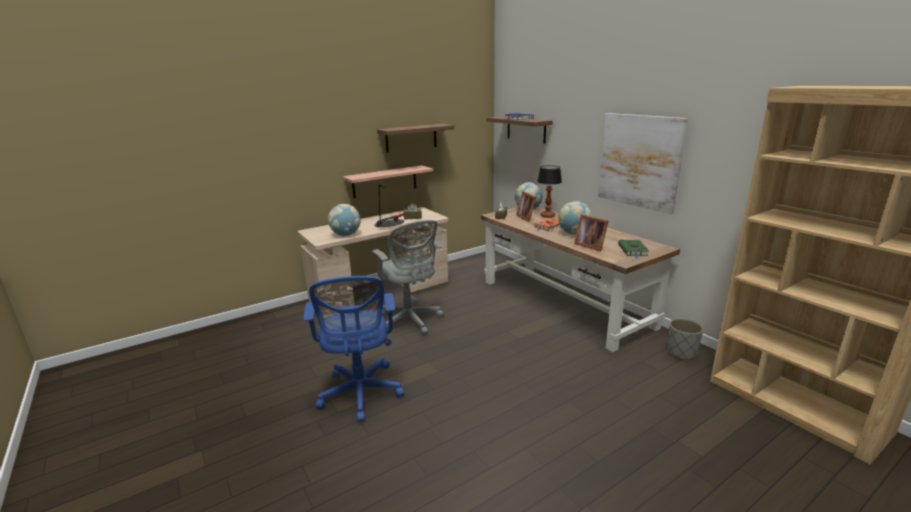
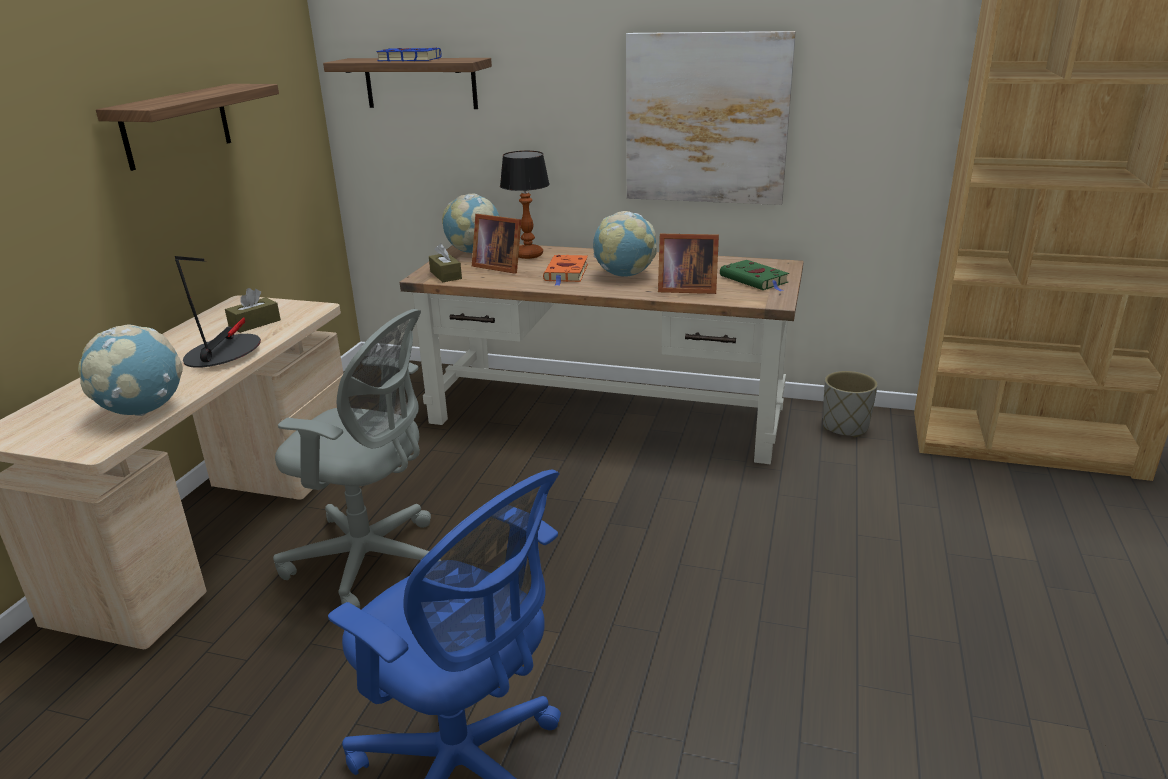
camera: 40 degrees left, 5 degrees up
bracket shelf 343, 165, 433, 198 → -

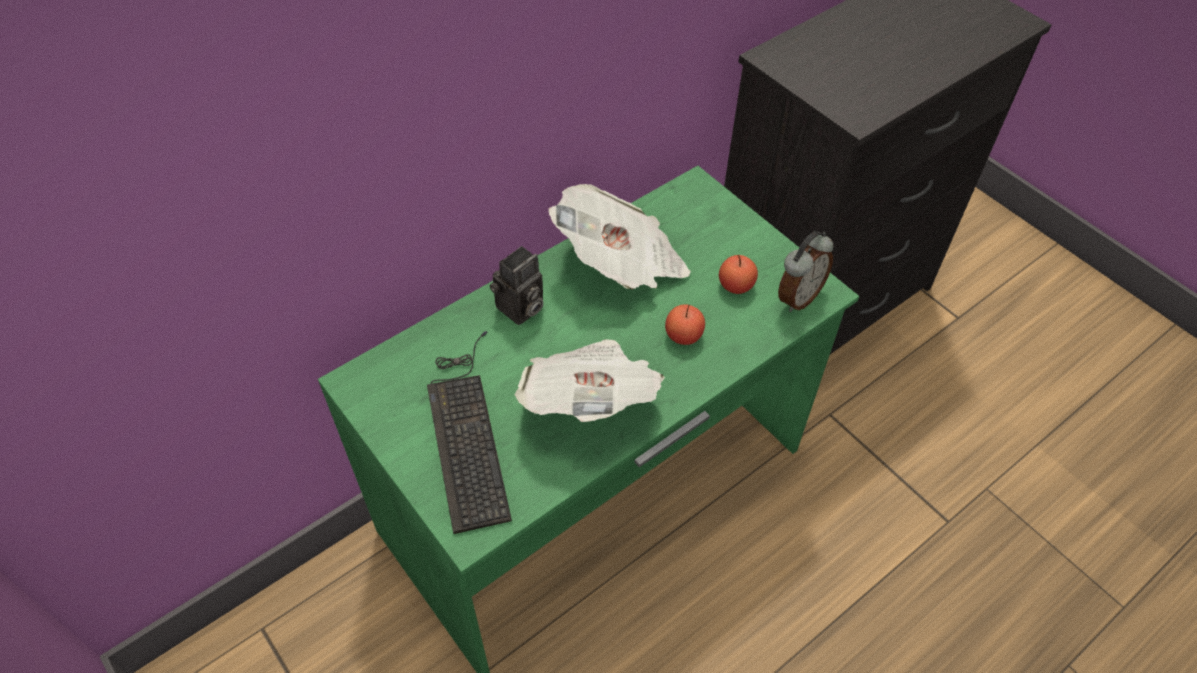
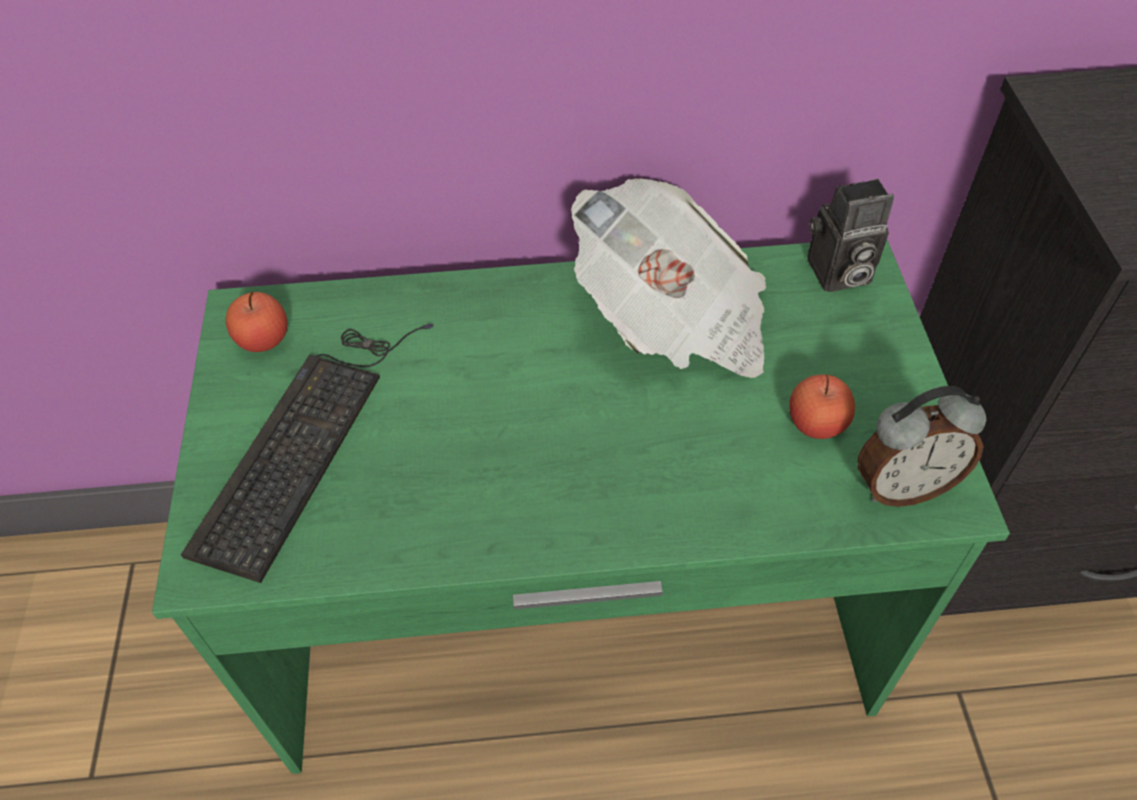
camera: 35 degrees right, 0 degrees up
photo camera 490, 246, 543, 325 → photo camera 808, 179, 894, 292, move
daily paper 515, 339, 664, 422 → -
whole apple 665, 304, 705, 345 → whole apple 226, 291, 288, 352, move

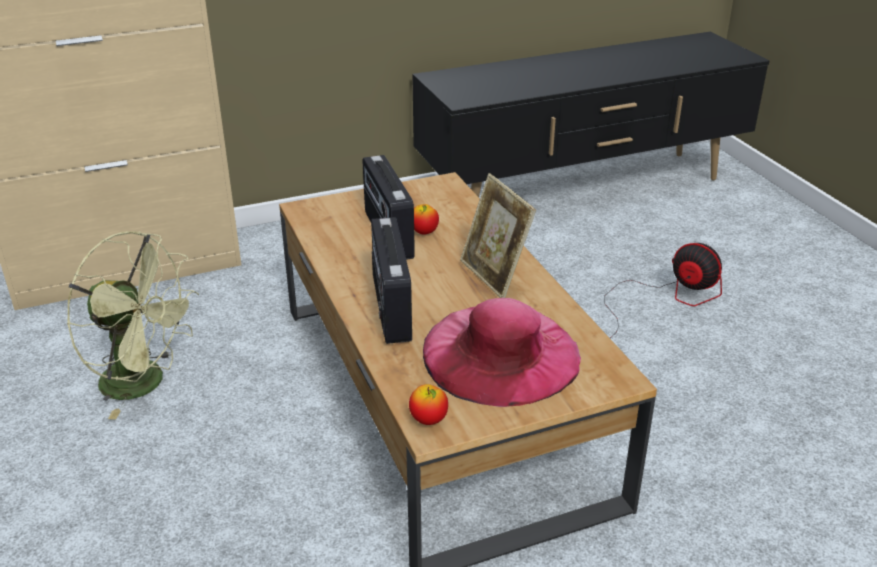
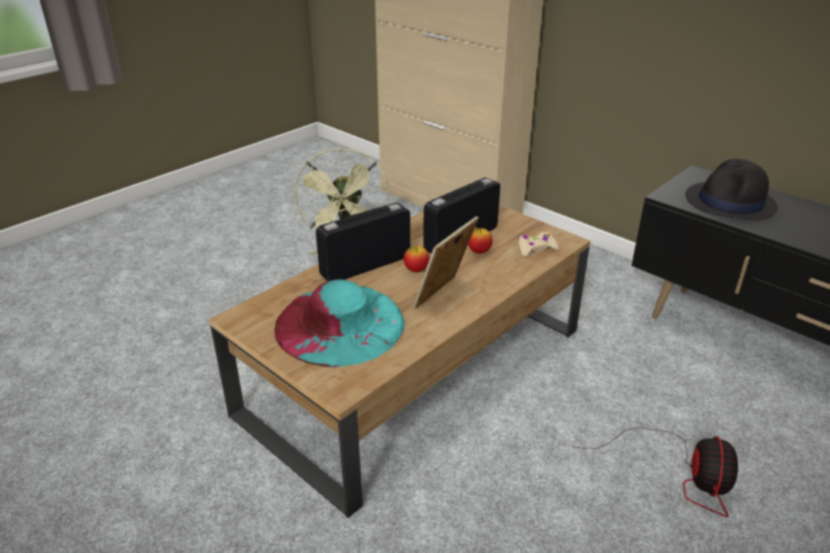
camera: 65 degrees right, 0 degrees up
whole apple 409, 384, 448, 425 → whole apple 404, 246, 430, 272, move
pink wearable hat 423, 298, 581, 407 → turquoise-coloured wearable hat 274, 279, 405, 367
- → beige gamepad 518, 232, 559, 257
- → black wearable hat 686, 159, 778, 220

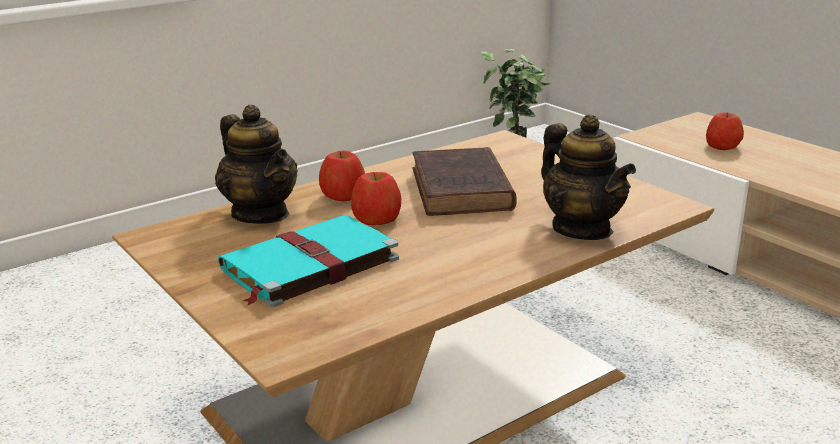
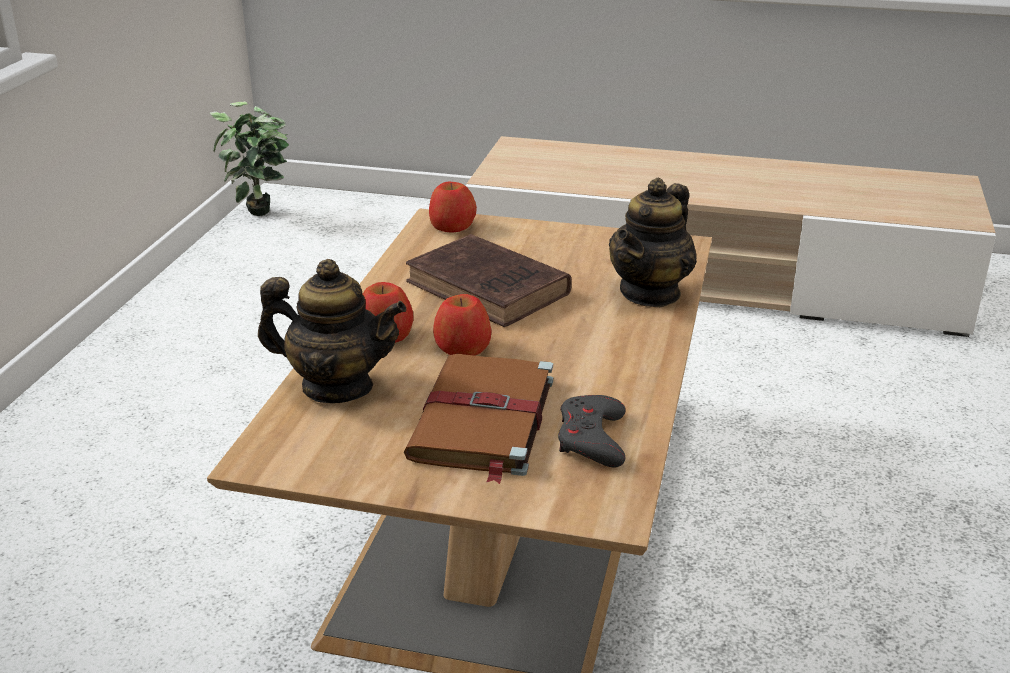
camera: 40 degrees left, 5 degrees up
turquoise-coloured bound book 218, 215, 399, 307 → brown-coloured bound book 404, 354, 553, 484
teapot 541, 115, 636, 240 → teapot 609, 178, 697, 307, 105 degrees clockwise
whole apple 706, 112, 744, 150 → whole apple 429, 182, 477, 233, move
- → gray gamepad 558, 395, 626, 468

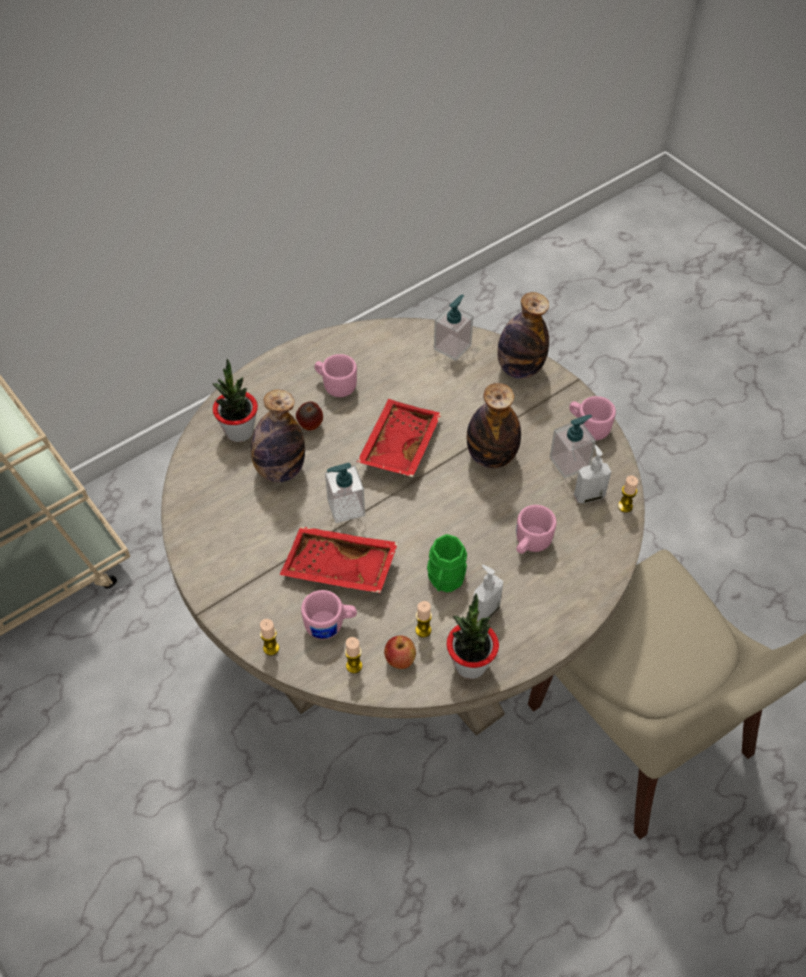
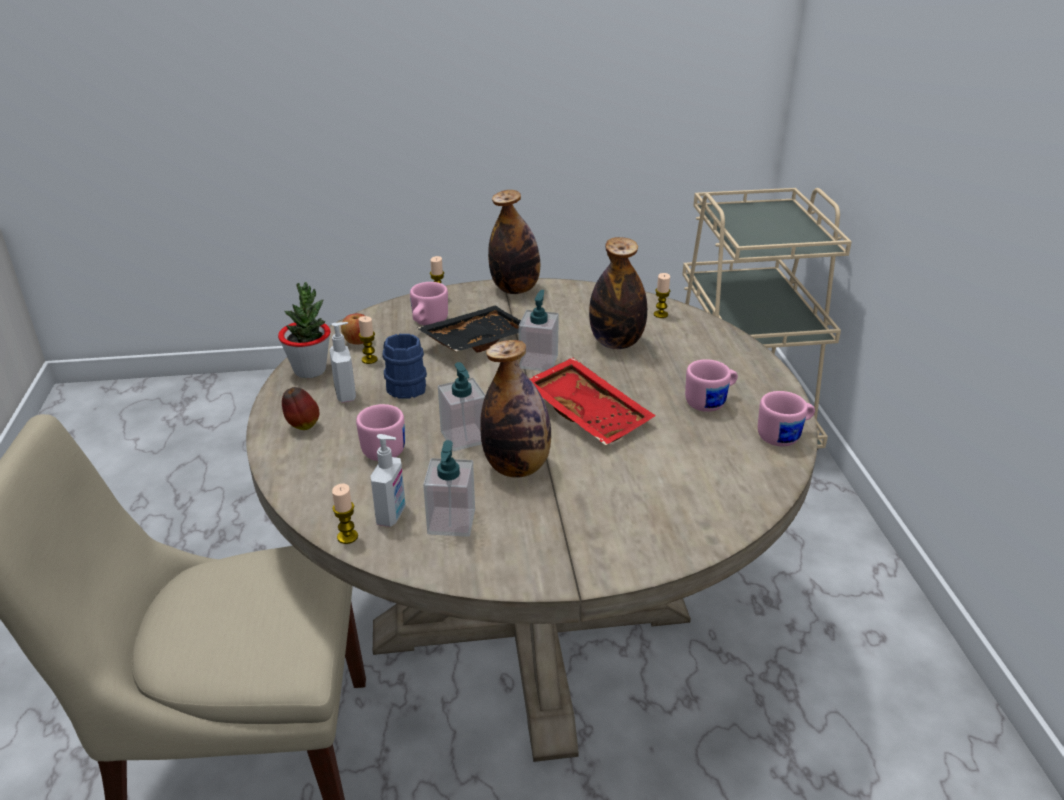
camera: 120 degrees right, 20 degrees down
potted plant 212, 359, 258, 442 → -
reddish carrying tray 279, 526, 399, 593 → black carrying tray 417, 306, 521, 352
whole apple 296, 401, 323, 431 → whole apple 282, 387, 319, 430, move
wax candle 345, 637, 362, 673 → wax candle 654, 273, 670, 318, move
green-coloured coffee mug 427, 534, 467, 593 → blue-coloured coffee mug 382, 334, 427, 398
soap bottle 434, 294, 473, 361 → soap bottle 438, 362, 485, 451, move
drink bottle 497, 292, 549, 379 → drink bottle 488, 190, 540, 294, move
pink coffee mug 569, 396, 616, 440 → pink coffee mug 758, 391, 815, 446, move

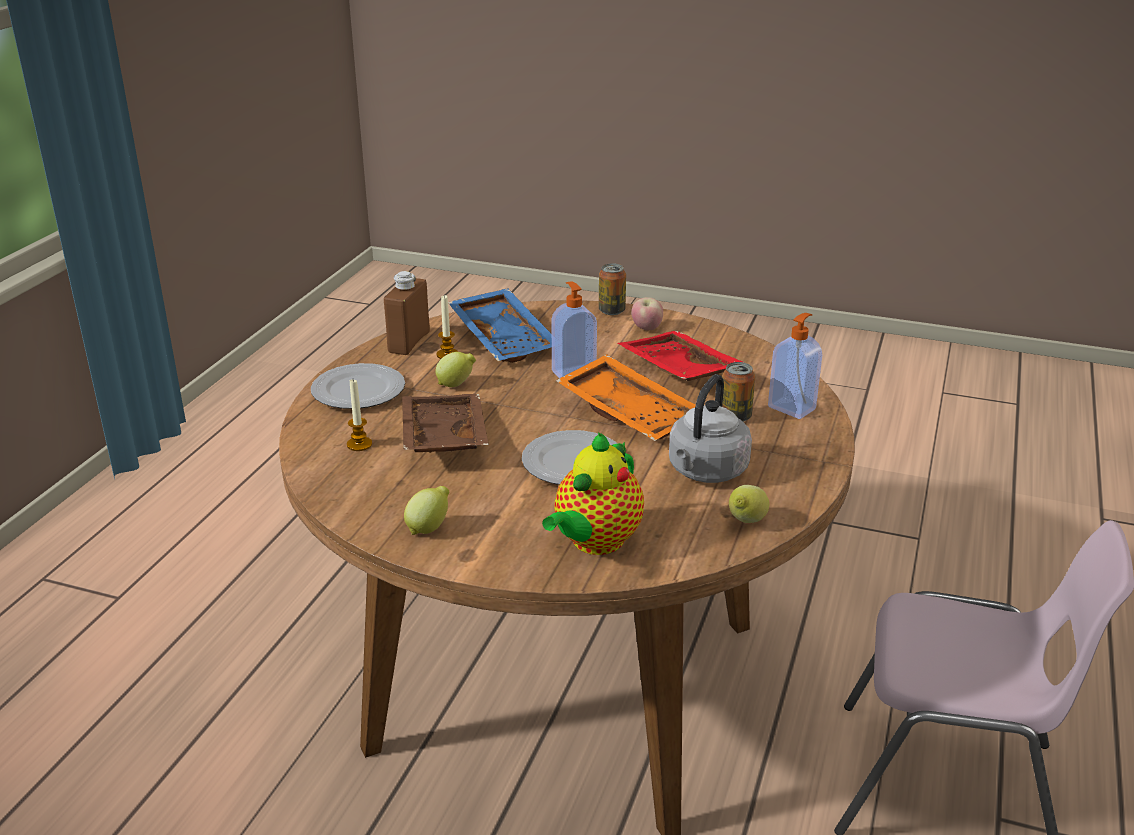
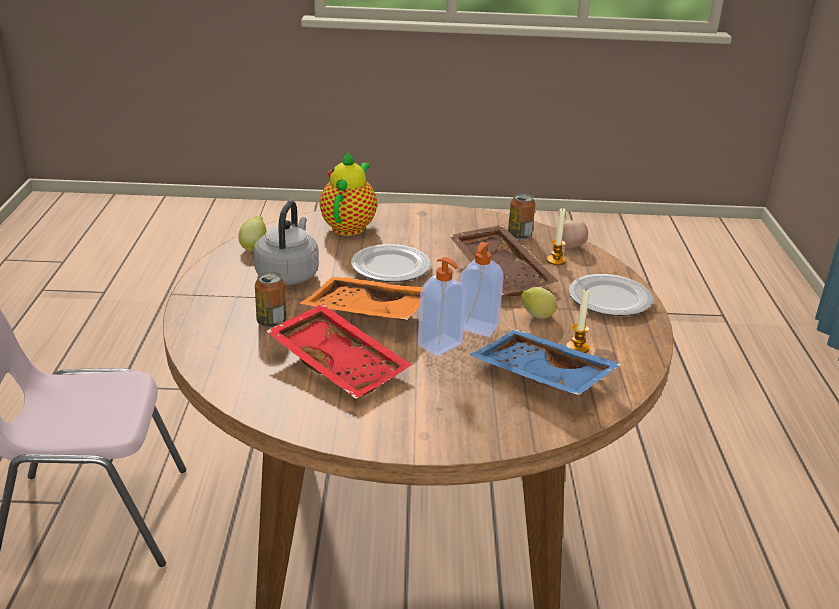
camera: 160 degrees right, 0 degrees up
brown-coloured drink bottle 384, 271, 430, 355 → -
lemon 404, 486, 449, 535 → -
metal can 599, 263, 626, 315 → metal can 508, 193, 535, 240, move
whole apple 631, 297, 663, 331 → whole apple 562, 220, 588, 248, move
soap bottle 768, 313, 822, 419 → soap bottle 459, 242, 504, 337, move

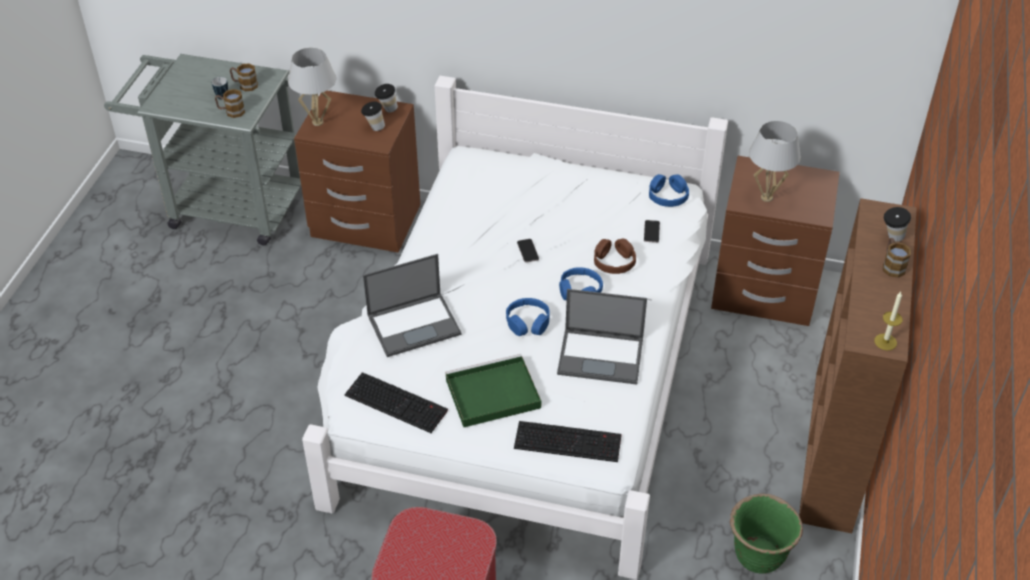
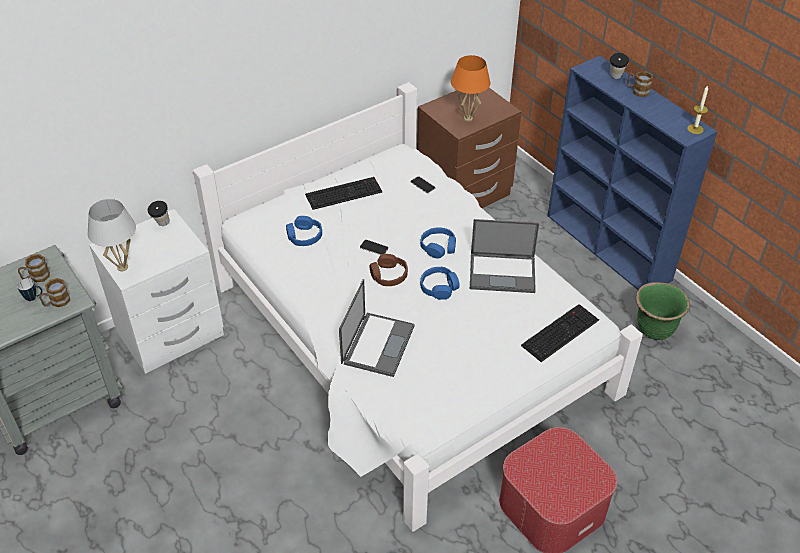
camera: 50 degrees left, 0 degrees up
brown-coloured nightstand 294, 91, 421, 253 → whitish nightstand 89, 209, 224, 374
keyboard 344, 372, 448, 433 → keyboard 305, 177, 382, 210, move
drinking cup 361, 101, 385, 131 → -
green-coloured carrying tray 445, 354, 541, 427 → -
notebook computer 557, 289, 647, 385 → notebook computer 470, 219, 539, 293, 45 degrees clockwise
brown-coloured pair of headphones 594, 239, 636, 274 → brown-coloured pair of headphones 370, 254, 408, 286, move
blue-coloured pair of headphones 649, 174, 689, 207 → blue-coloured pair of headphones 286, 216, 322, 246, move
whitish lamp for a table 749, 121, 801, 202 → orange lamp for a table 451, 55, 491, 121
brown-coloured bookcase 799, 198, 917, 533 → blue-coloured bookcase 547, 56, 718, 290

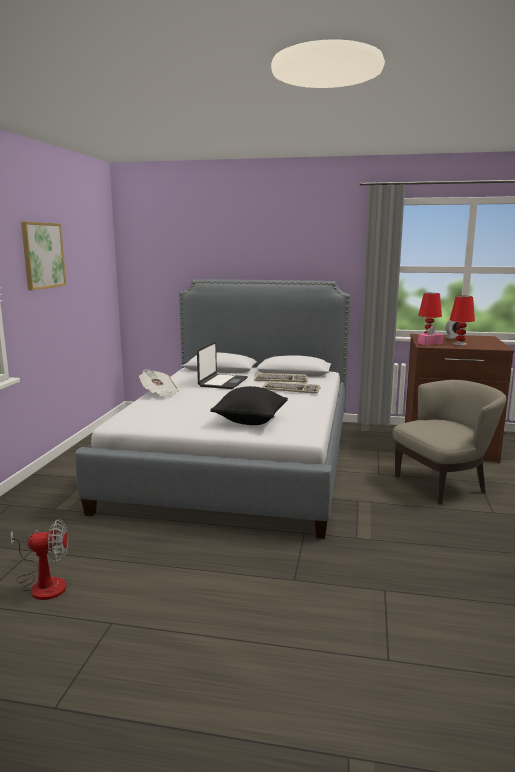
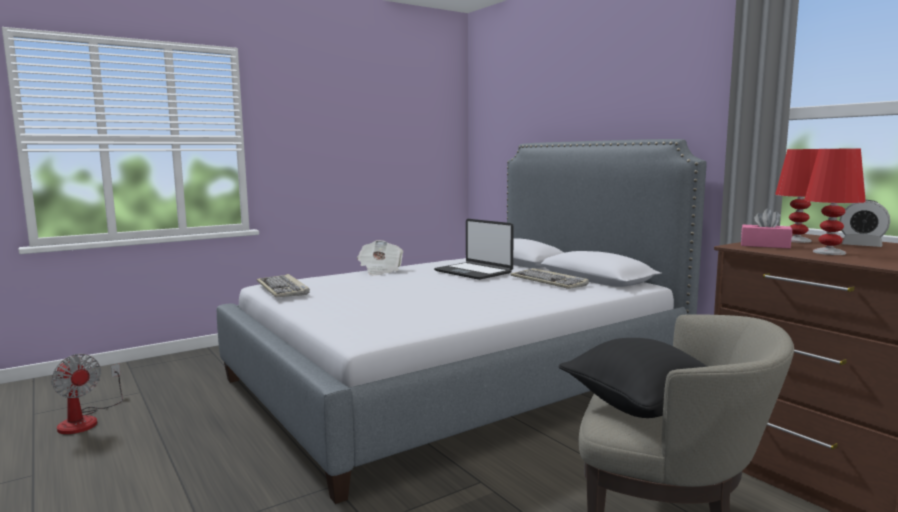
camera: 45 degrees right, 5 degrees down
picture 21, 222, 66, 290 → -
notebook computer 197, 342, 248, 389 → notebook computer 434, 219, 514, 280, 75 degrees clockwise
black cushion 210, 386, 288, 425 → black cushion 559, 338, 708, 418, move
keyboard 262, 381, 321, 394 → keyboard 257, 274, 310, 297, move

